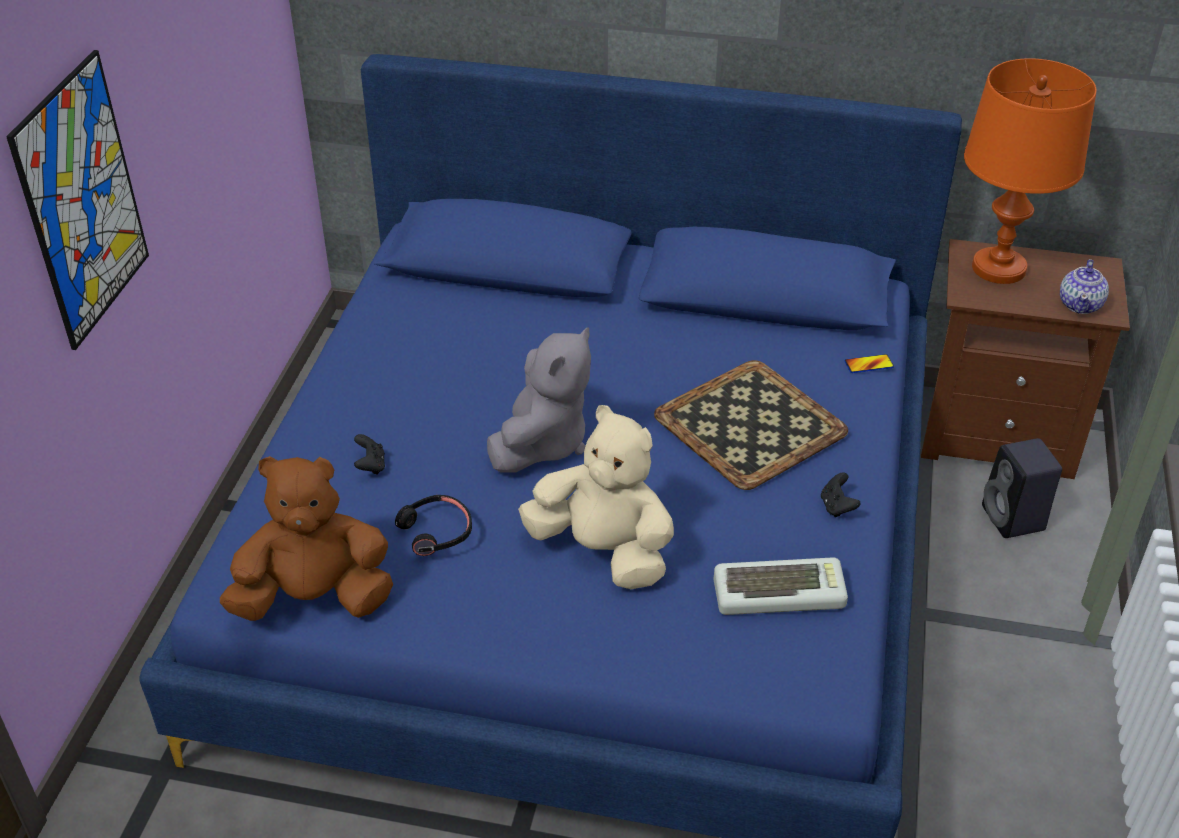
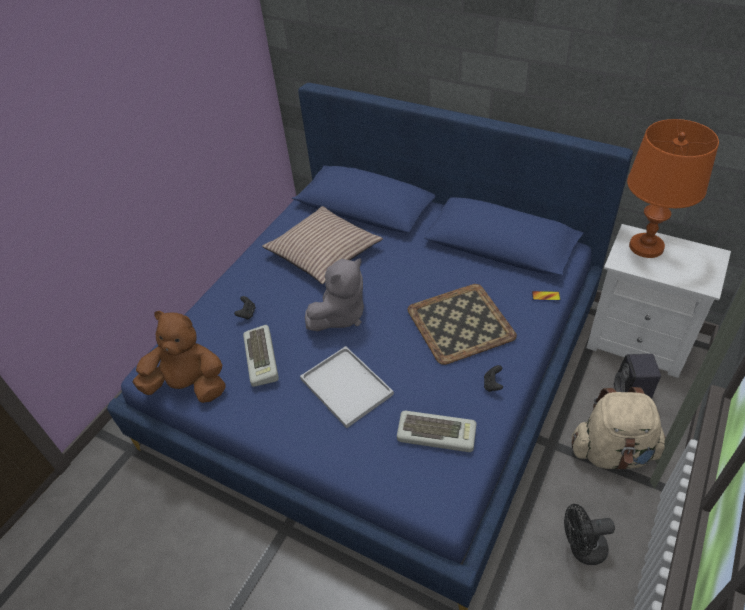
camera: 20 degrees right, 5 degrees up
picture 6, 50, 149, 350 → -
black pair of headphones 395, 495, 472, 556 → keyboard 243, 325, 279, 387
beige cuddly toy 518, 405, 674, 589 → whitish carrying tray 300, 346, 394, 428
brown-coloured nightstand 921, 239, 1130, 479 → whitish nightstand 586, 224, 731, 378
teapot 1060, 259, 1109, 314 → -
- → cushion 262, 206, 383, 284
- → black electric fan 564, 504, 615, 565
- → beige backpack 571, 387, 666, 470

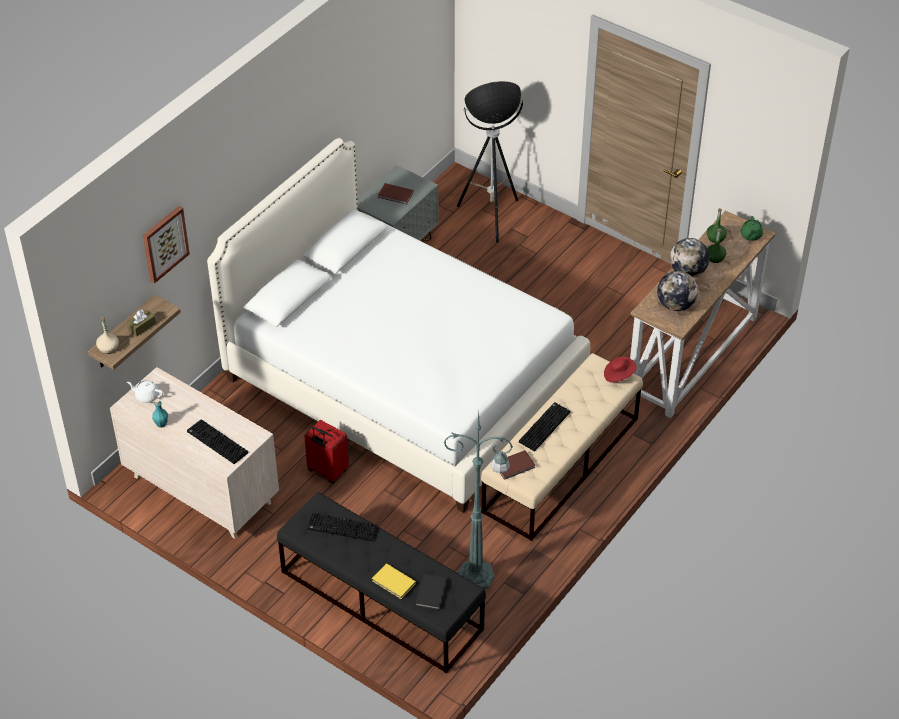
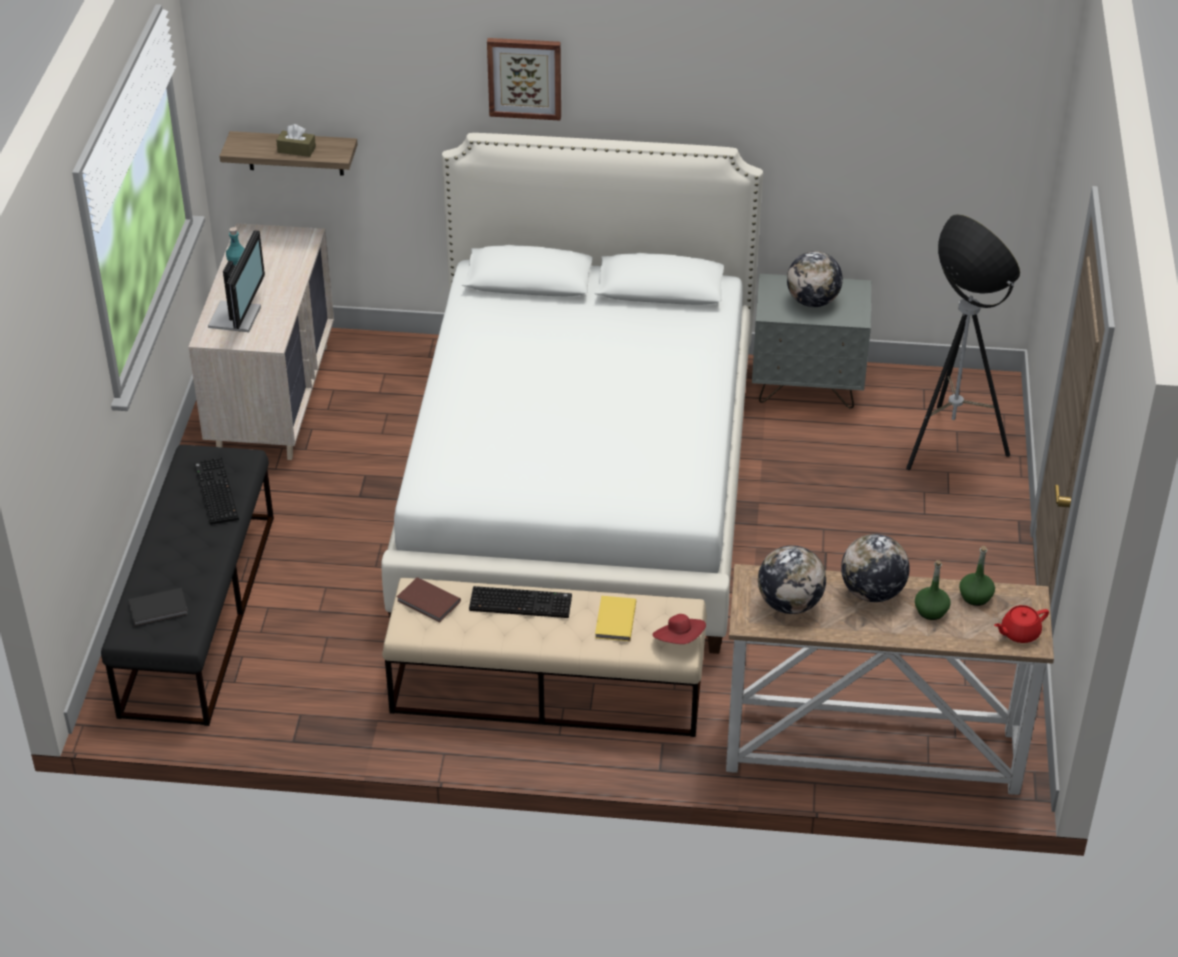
camera: 60 degrees right, 5 degrees down
beige drink bottle 96, 317, 119, 354 → -
whitish teapot 127, 380, 163, 403 → -
picture 143, 206, 190, 284 → picture 487, 38, 561, 120, move
keyboard 187, 419, 248, 464 → computer screen 208, 230, 265, 332
reddish piece of luggage 304, 420, 349, 483 → -
yellowish bound book 372, 563, 416, 599 → yellowish bound book 595, 596, 636, 641, move
brown-coloured bound book 378, 183, 414, 205 → world globe 787, 251, 843, 307
green-coloured standard lamp 444, 411, 513, 589 → -
green-coloured teapot 740, 216, 763, 241 → reddish teapot 994, 605, 1049, 643

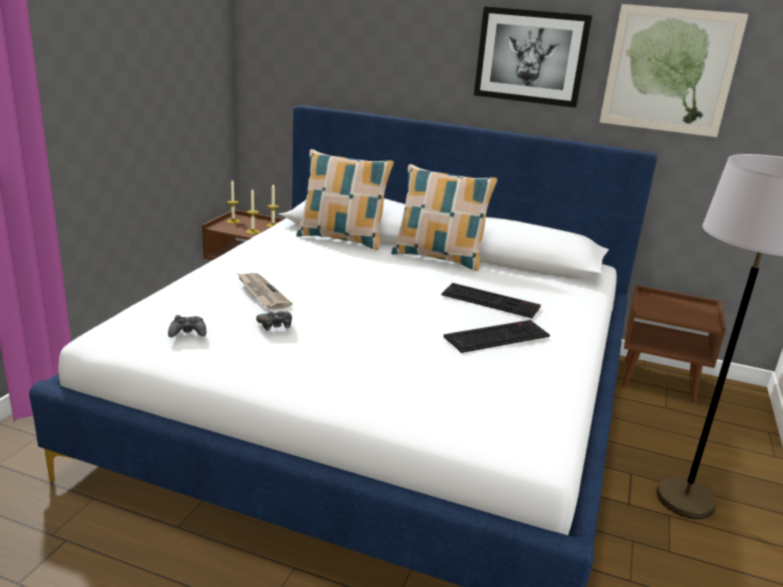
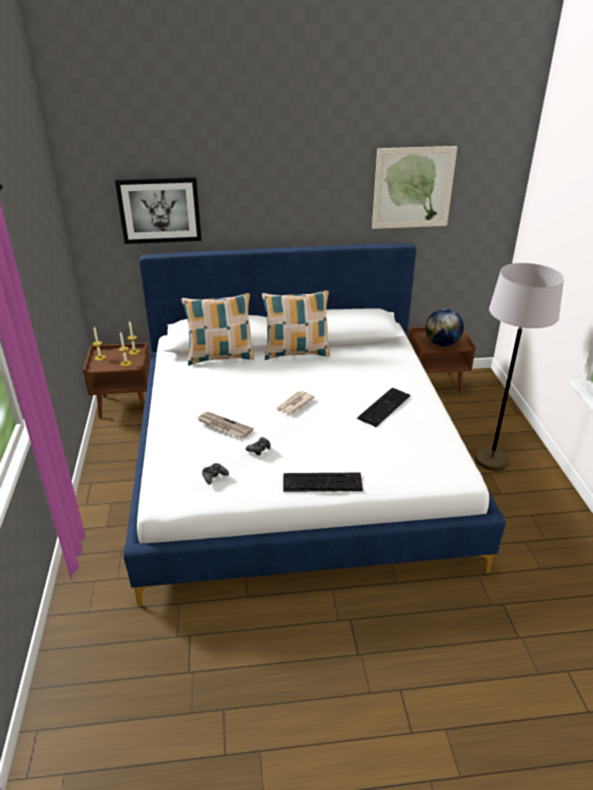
camera: 25 degrees left, 10 degrees up
keyboard 441, 283, 541, 318 → keyboard 283, 473, 363, 492, move
picture 474, 6, 592, 108 → picture 115, 177, 202, 244, move
- → daily paper 277, 391, 315, 414
- → world globe 425, 309, 464, 347

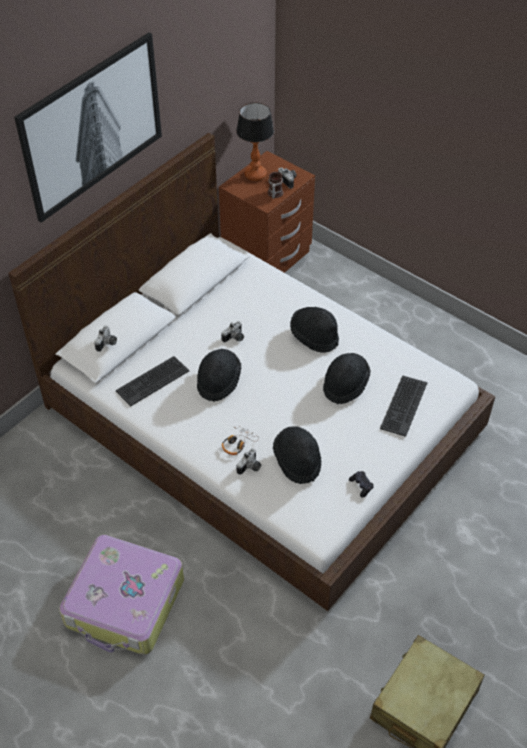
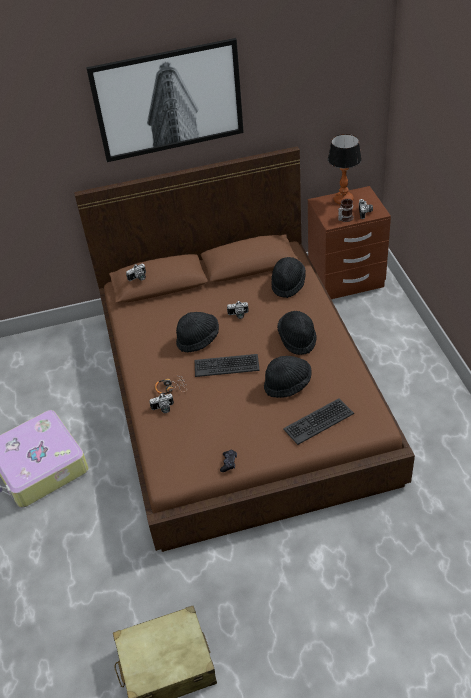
camera: 40 degrees right, 5 degrees down
whitish bed 8, 133, 495, 611 → brown-coloured bed 74, 146, 415, 552
keyboard 116, 356, 189, 407 → keyboard 195, 354, 260, 377, move
black wearable hat 273, 426, 322, 484 → black wearable hat 271, 257, 306, 298, move

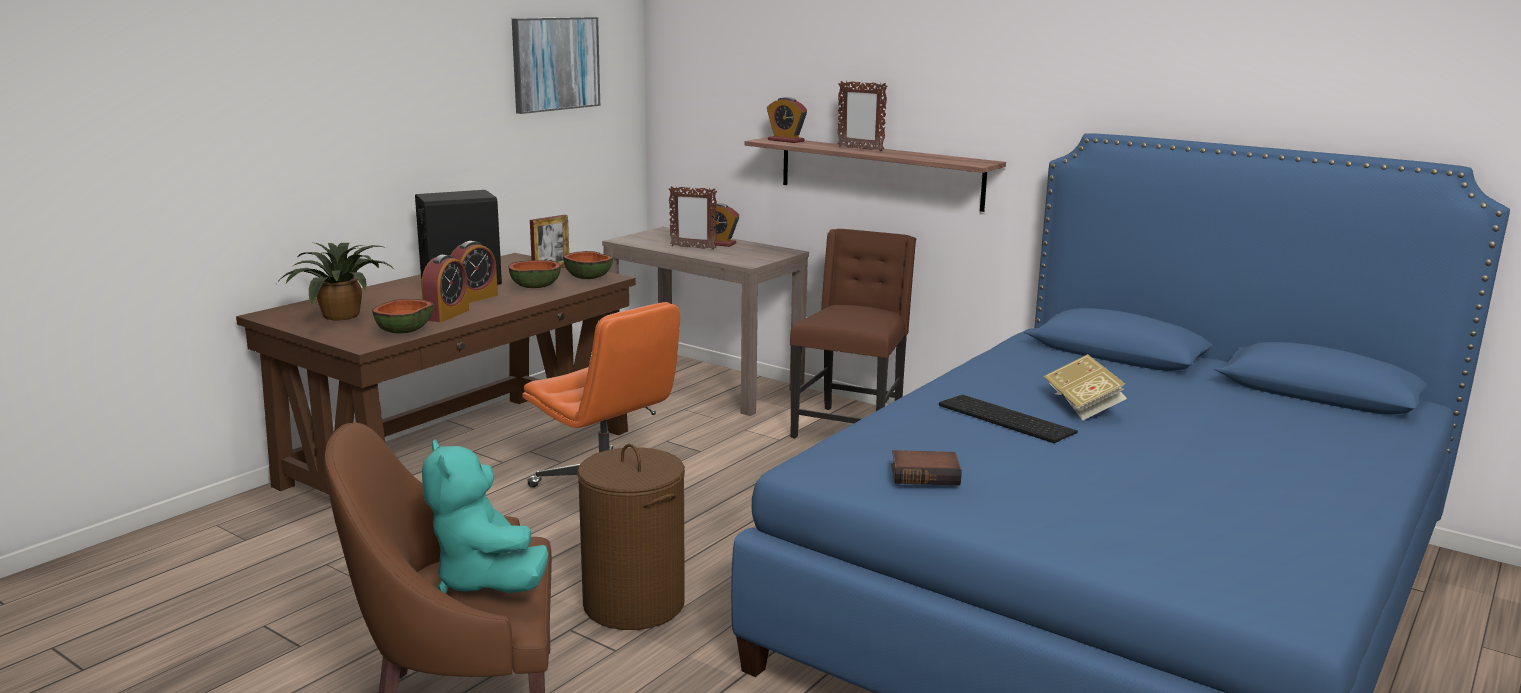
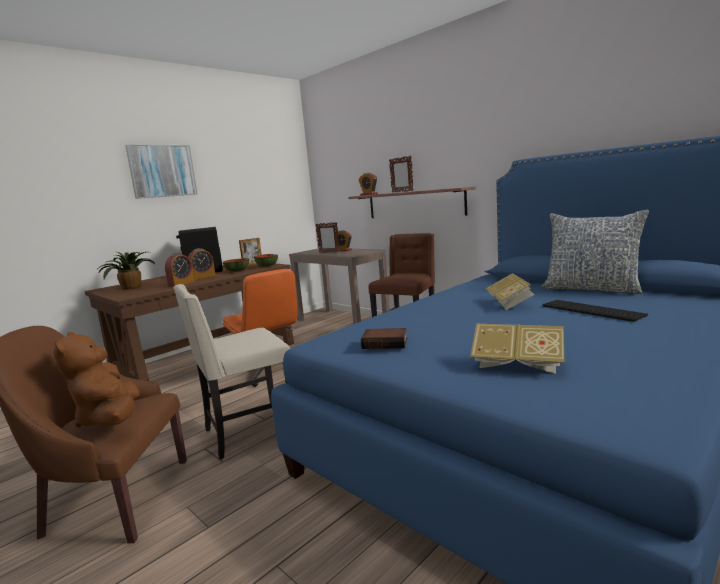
camera: 10 degrees right, 5 degrees down
deep dish 372, 299, 434, 334 → -
turquoise-coloured cuddly toy 422, 439, 549, 593 → brown-coloured cuddly toy 53, 332, 140, 428
picture 512, 17, 600, 114 → picture 125, 145, 198, 199, move
brown-coloured washing basket 577, 444, 685, 630 → beige plain chair 173, 284, 290, 459
keyboard 939, 395, 1078, 443 → keyboard 543, 300, 648, 322, move
- → bound book 470, 324, 564, 374
- → cushion 541, 210, 649, 294

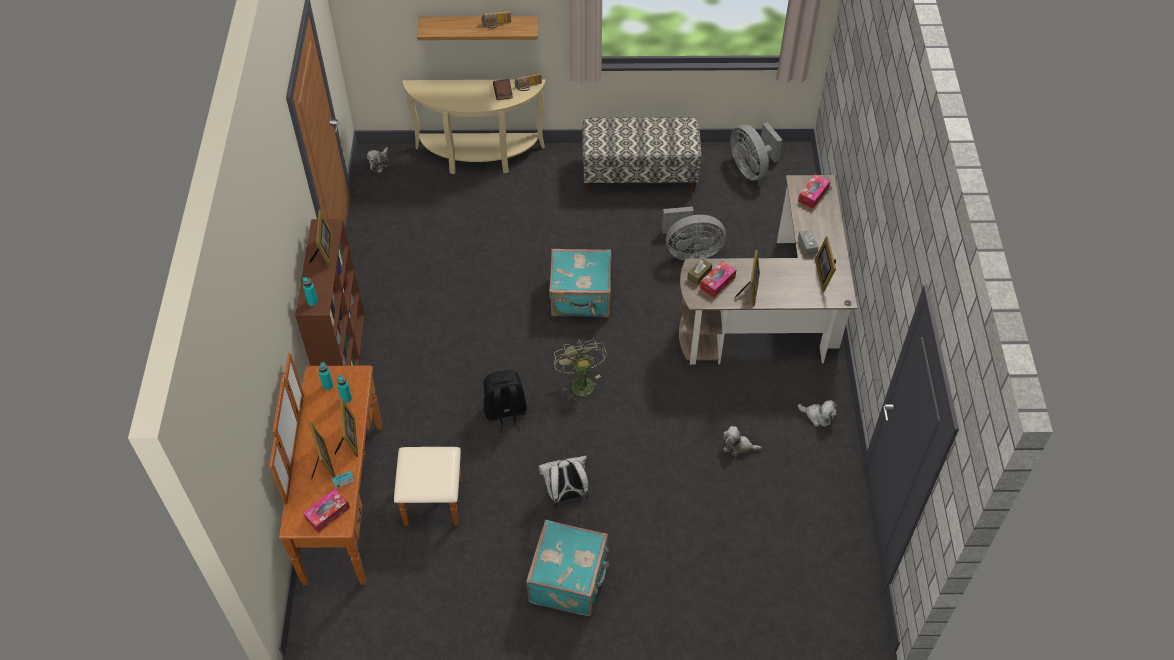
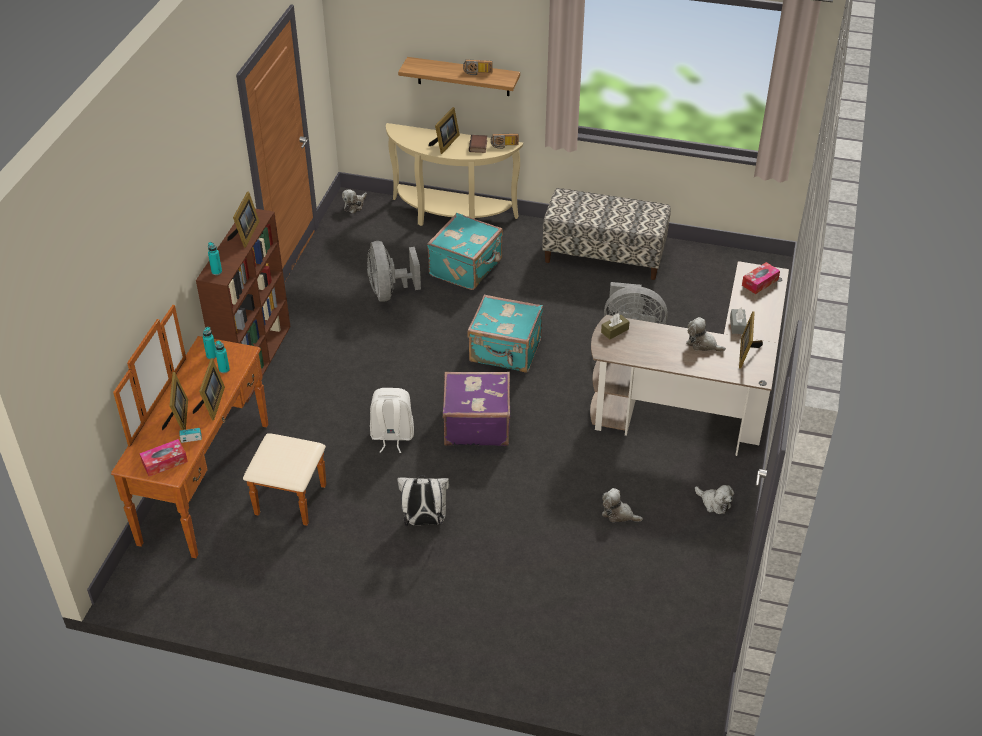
camera: 15 degrees right, 10 degrees down
black backpack 483, 370, 527, 433 → whitish backpack 370, 388, 414, 453
turquoise-coloured piece of luggage 526, 520, 610, 616 → turquoise-coloured piece of luggage 427, 213, 503, 290, move
green-coloured electric fan 554, 339, 607, 404 → purple piece of luggage 443, 372, 510, 446
tissue box 700, 261, 736, 297 → -
gray electric fan 730, 122, 782, 180 → gray electric fan 367, 241, 421, 302, move
standing frame 735, 250, 760, 306 → standing frame 429, 107, 460, 154, move
- → cuddly toy 686, 317, 726, 352

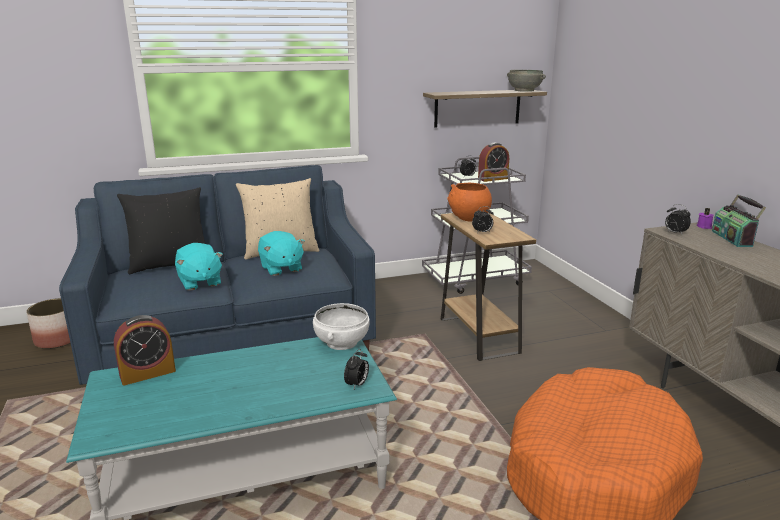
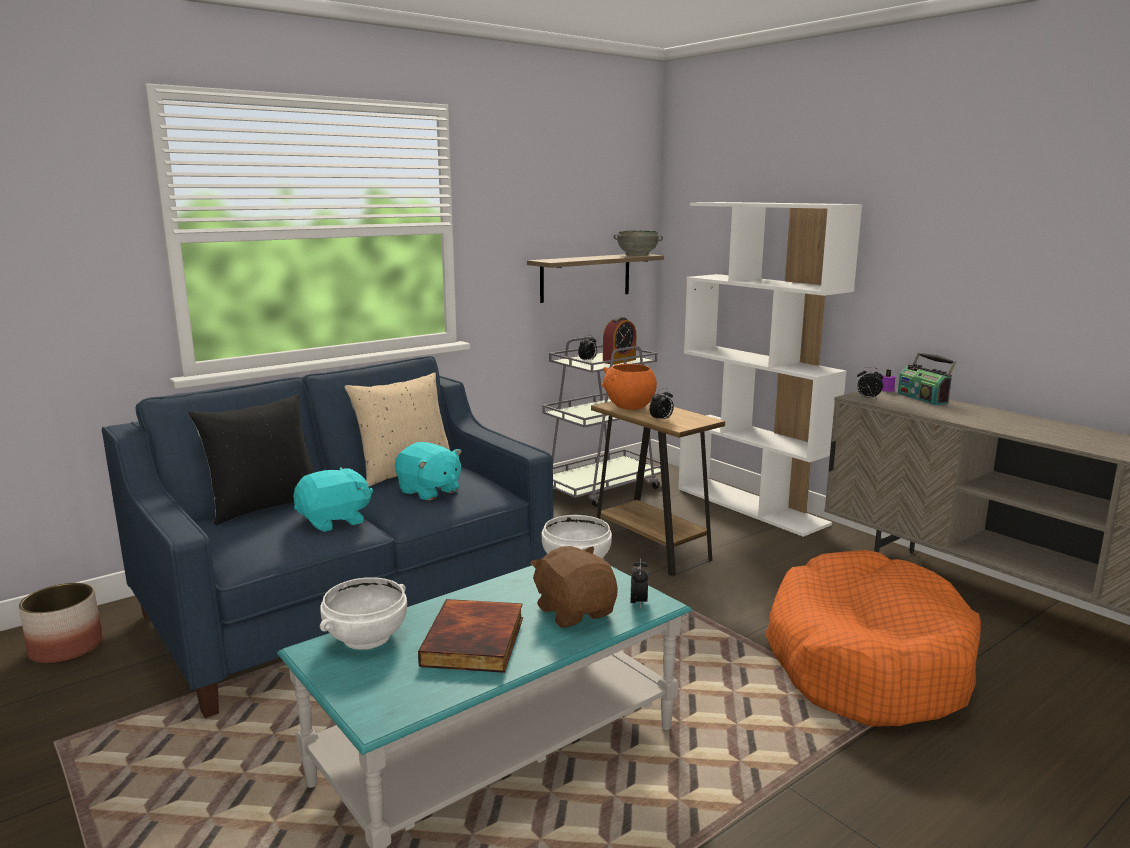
camera: 20 degrees left, 5 degrees down
table clock 114, 315, 176, 386 → whitish deep dish 320, 577, 407, 650
turquoise-coloured cuddly toy 175, 243, 223, 291 → turquoise-coloured cuddly toy 293, 467, 373, 532, 75 degrees counterclockwise
- → bound book 418, 599, 523, 673
- → brown-coloured cuddly toy 530, 546, 618, 628
- → whitish bookcase 678, 202, 862, 537

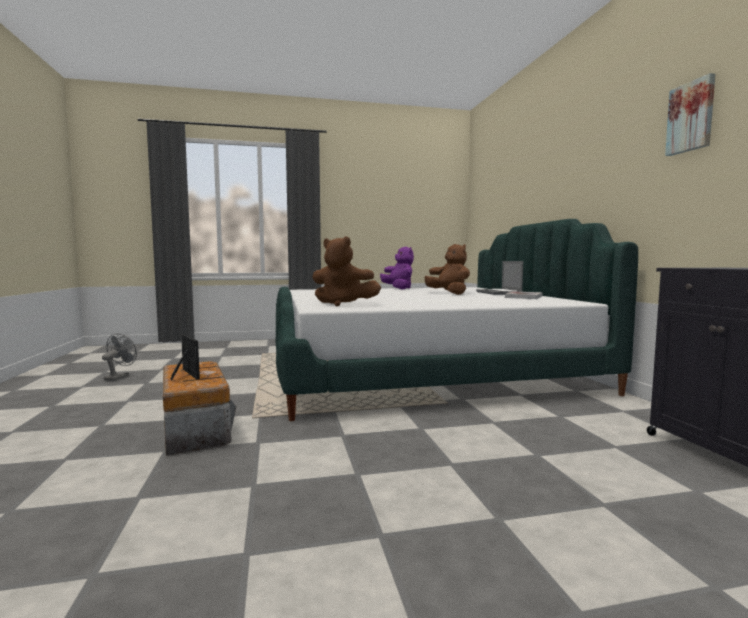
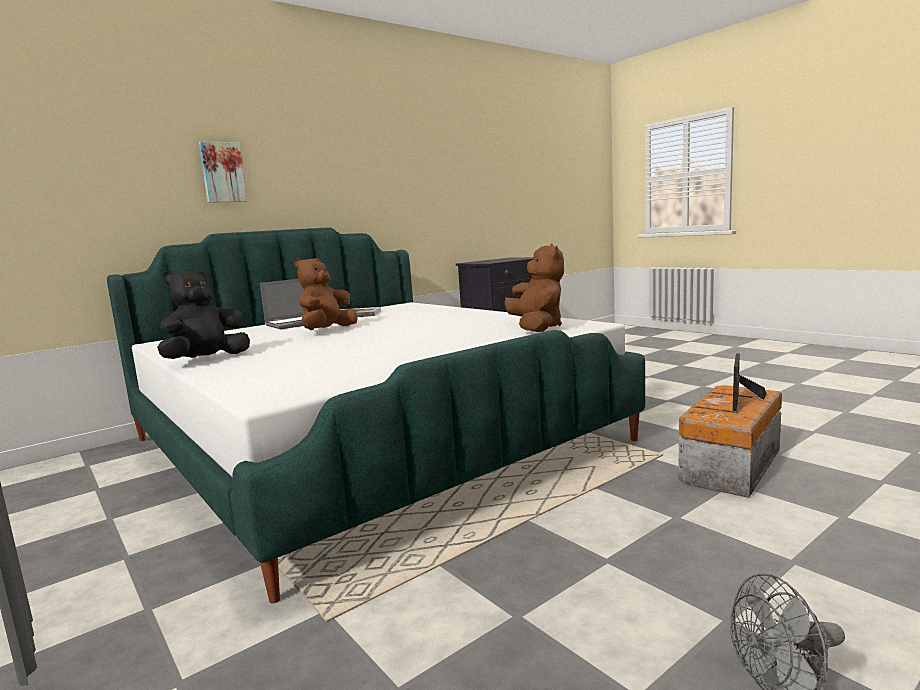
camera: 115 degrees left, 5 degrees up
purple cuddly toy 380, 246, 414, 290 → black cuddly toy 157, 270, 250, 359
picture 665, 73, 715, 156 → picture 199, 141, 248, 203, move

